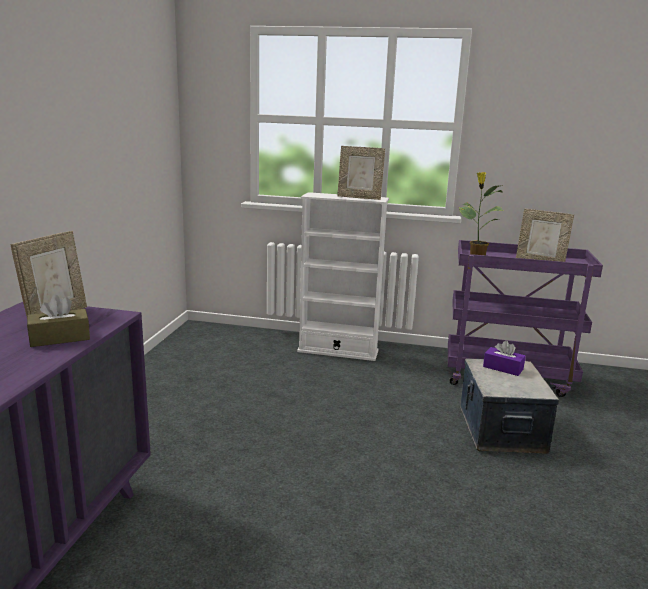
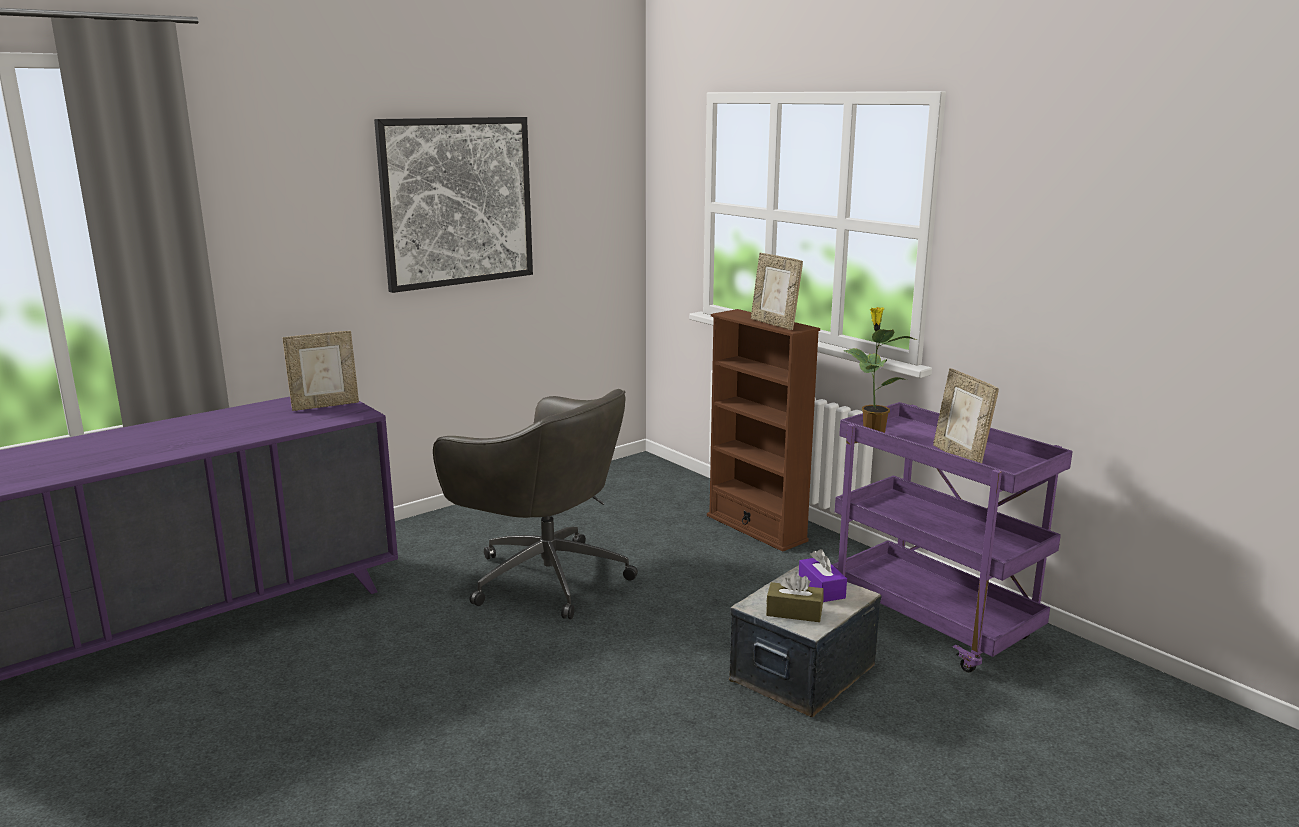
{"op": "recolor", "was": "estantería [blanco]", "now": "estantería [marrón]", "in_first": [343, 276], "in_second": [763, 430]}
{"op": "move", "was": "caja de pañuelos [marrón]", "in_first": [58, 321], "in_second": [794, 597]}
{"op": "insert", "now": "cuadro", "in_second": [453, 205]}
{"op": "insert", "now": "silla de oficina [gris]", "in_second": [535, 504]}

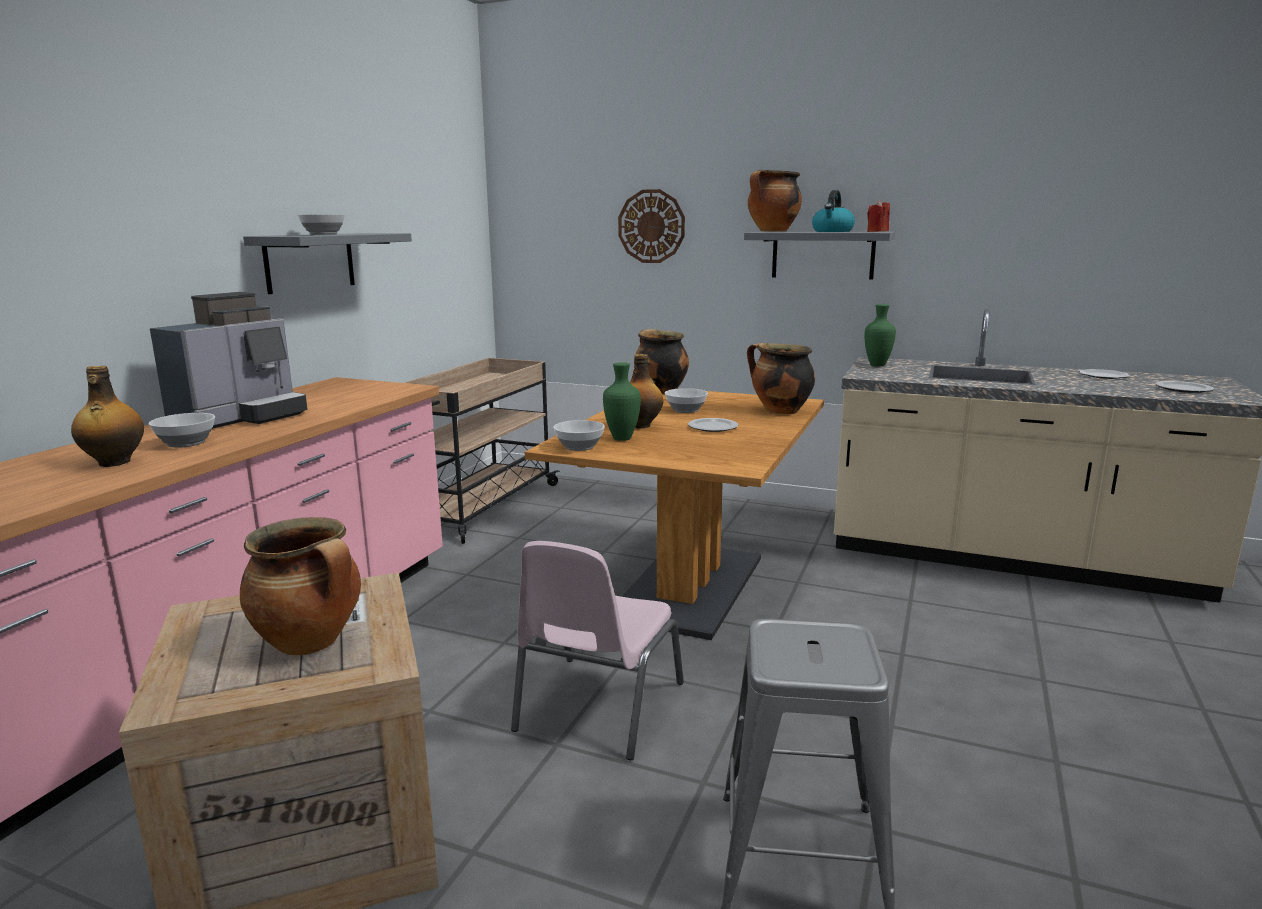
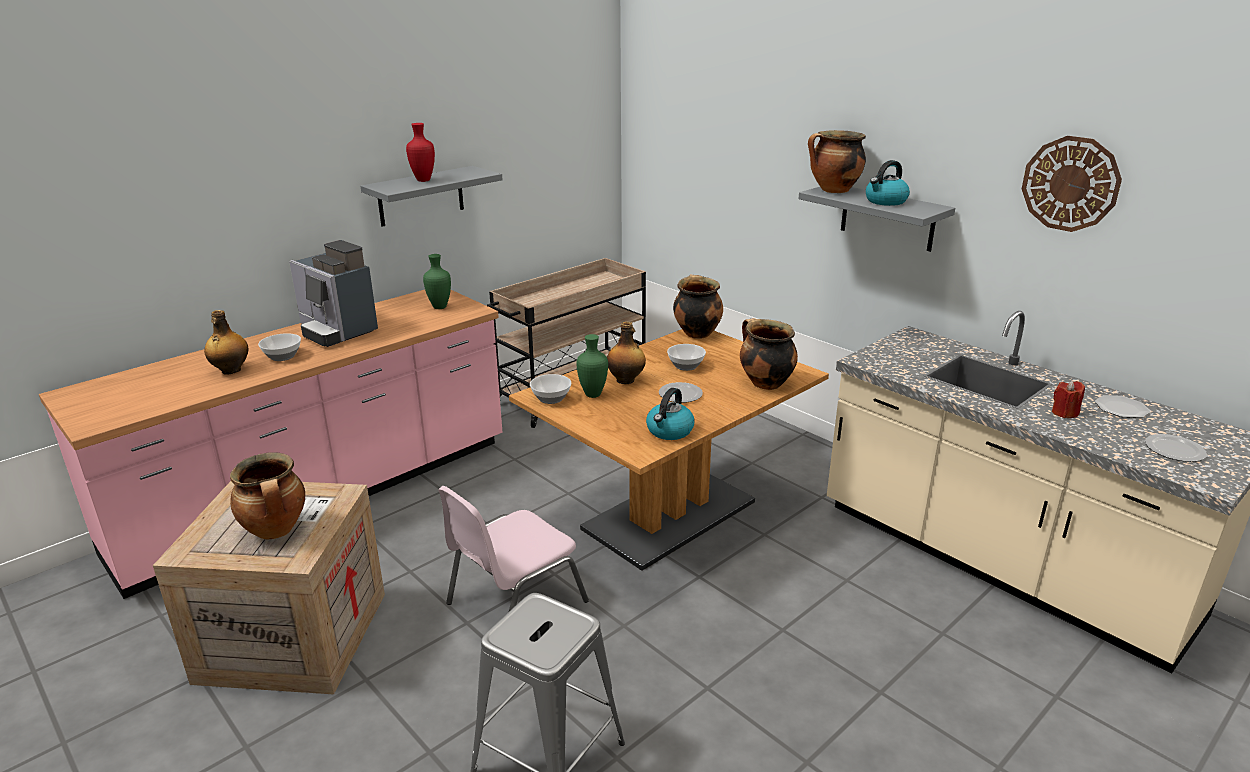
{"op": "move", "was": "reloj de pared", "in_first": [651, 226], "in_second": [1072, 184]}
{"op": "move", "was": "vela [rojo]", "in_first": [878, 216], "in_second": [1068, 399]}
{"op": "replace", "was": "cuenco", "now": "florero [rojo]", "in_first": [321, 224], "in_second": [420, 152]}
{"op": "rotate", "was": "cafetera", "in_first": [228, 360], "in_second": [333, 293], "clockwise": 75}
{"op": "move", "was": "florero [verde]", "in_first": [880, 335], "in_second": [437, 281]}
{"op": "insert", "now": "hervidor", "in_second": [670, 414]}

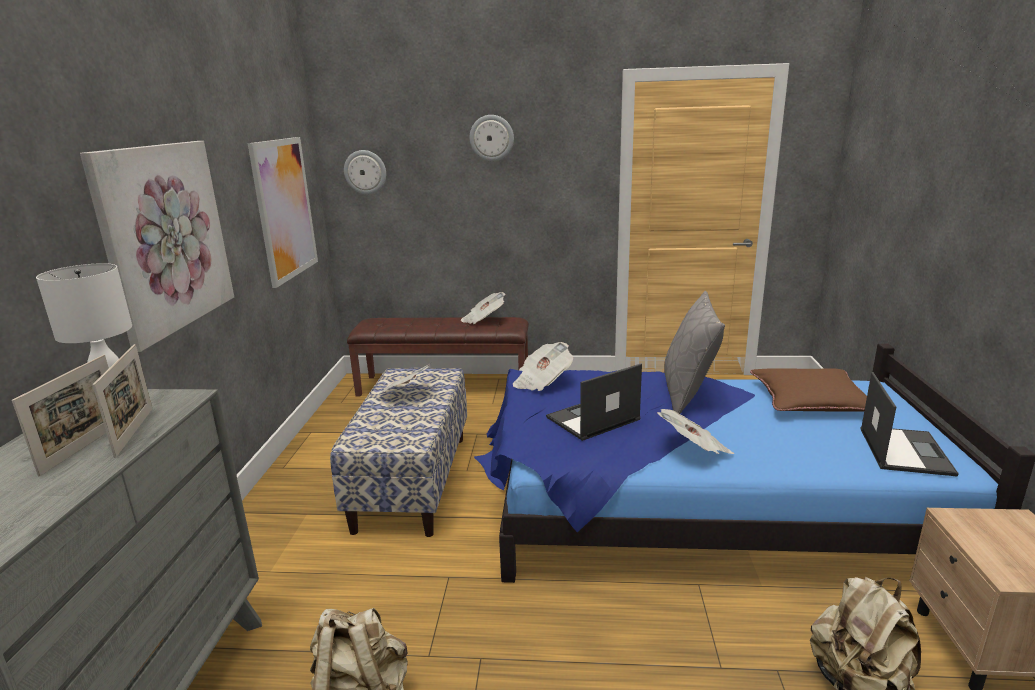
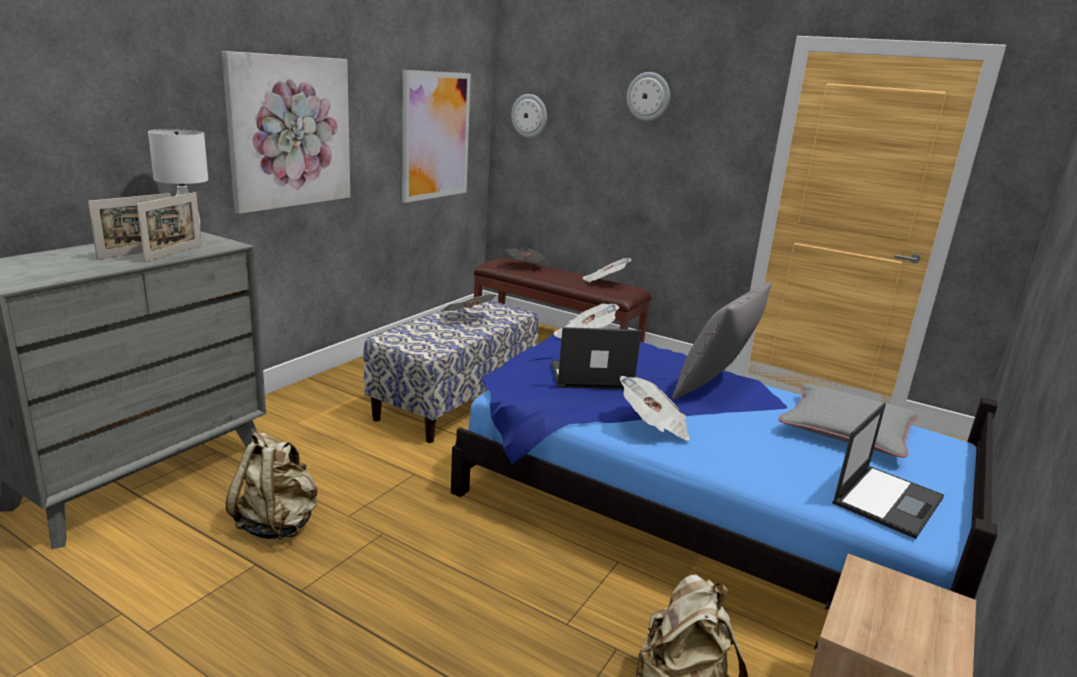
{"op": "recolor", "was": "cojín [marrón]", "now": "cojín [gris]", "in_first": [808, 390], "in_second": [848, 421]}
{"op": "insert", "now": "periódico", "in_second": [525, 255]}

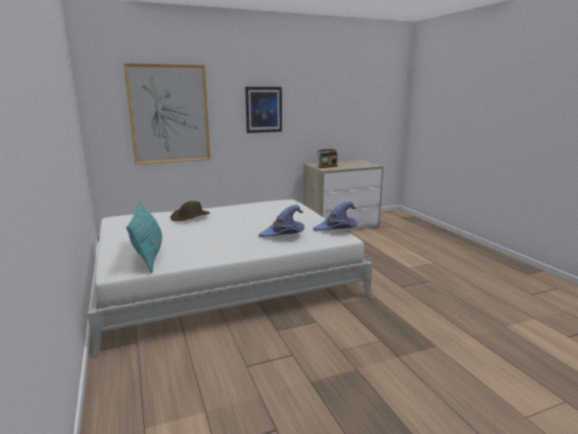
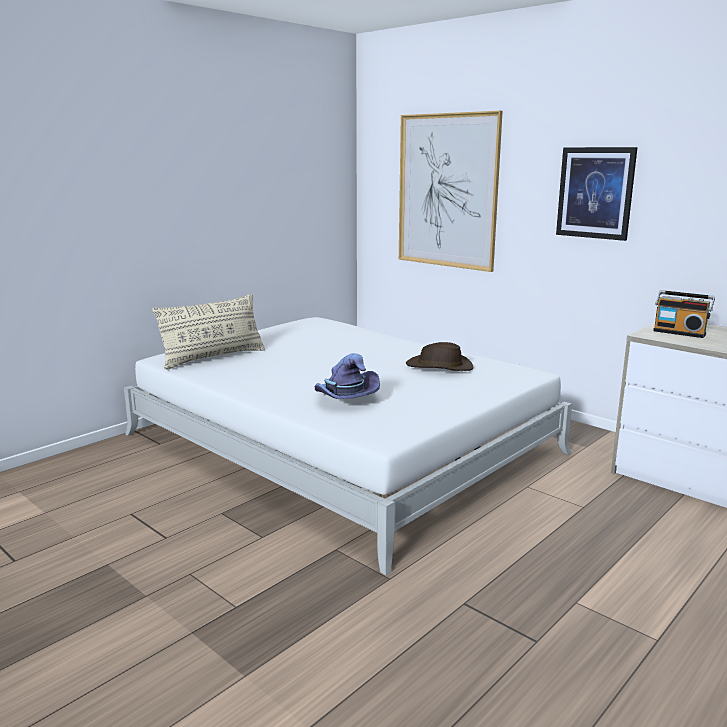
{"op": "recolor", "was": "cojín [turquesa]", "now": "cojín [beis]", "in_first": [144, 237], "in_second": [208, 332]}
{"op": "move", "was": "sombrero [marrón]", "in_first": [190, 211], "in_second": [440, 356]}
{"op": "delete", "was": "sombrero [morado]", "in_first": [335, 215]}

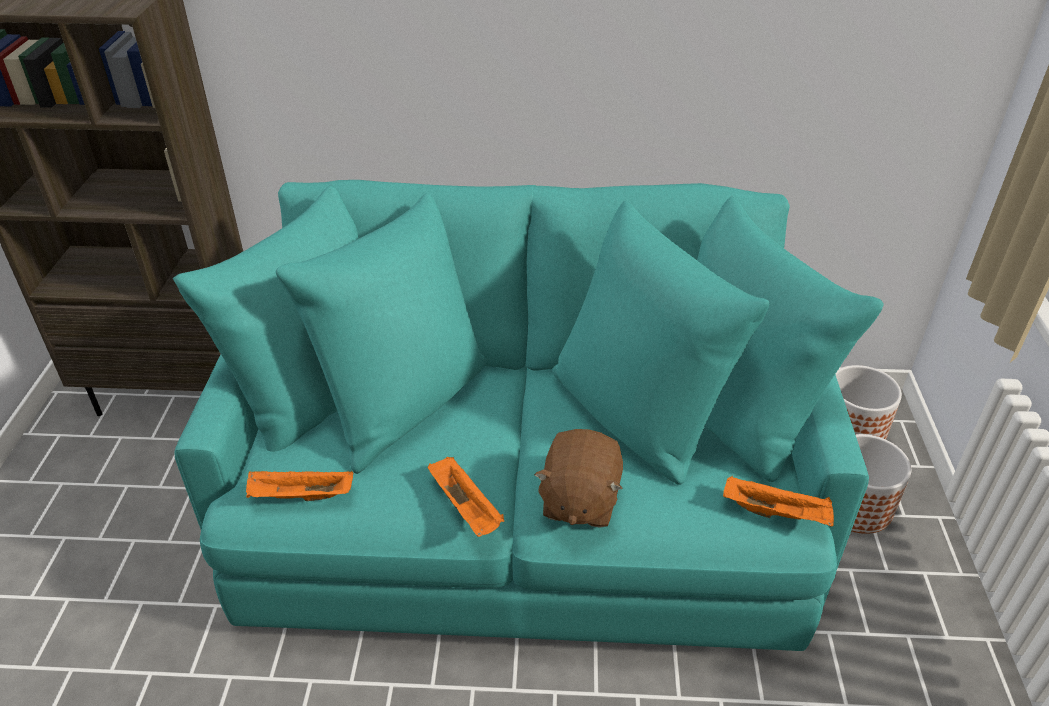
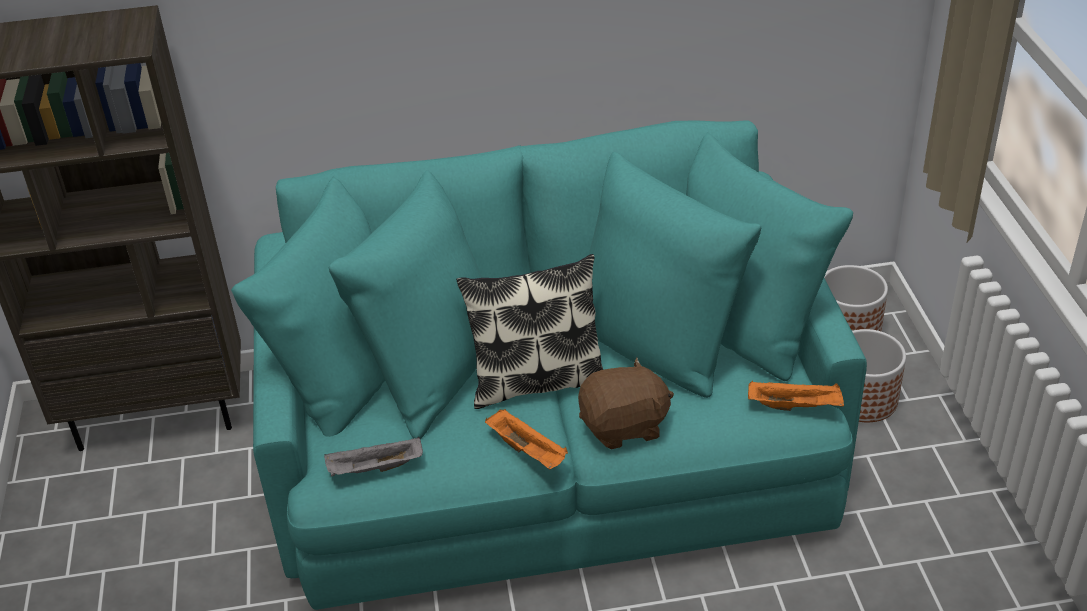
{"op": "rotate", "was": "peluche [marrón]", "in_first": [578, 478], "in_second": [626, 403], "clockwise": -105}
{"op": "recolor", "was": "bandeja [naranja]", "now": "bandeja [gris]", "in_first": [299, 485], "in_second": [373, 456]}
{"op": "insert", "now": "cojín", "in_second": [529, 331]}

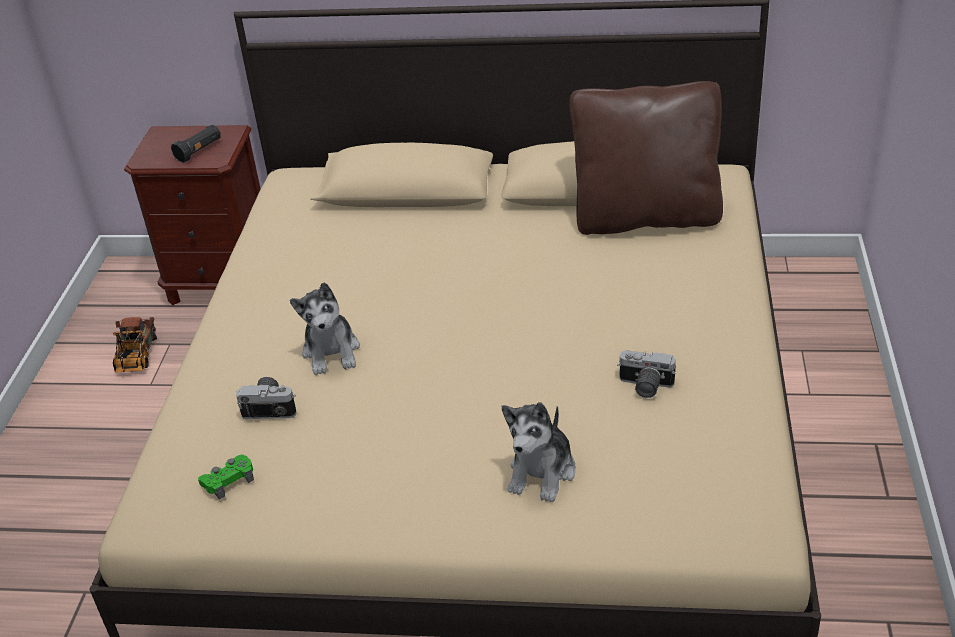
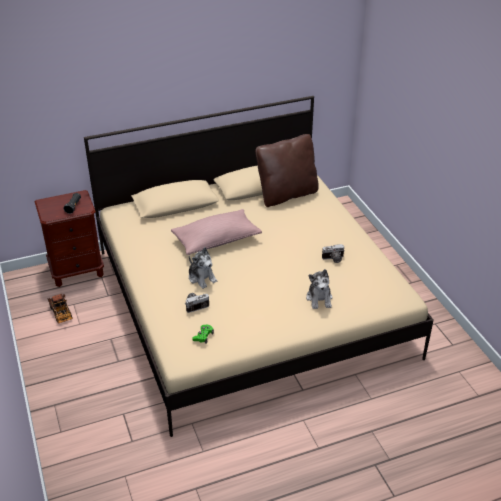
{"op": "insert", "now": "cojín [rosa]", "in_second": [216, 232]}

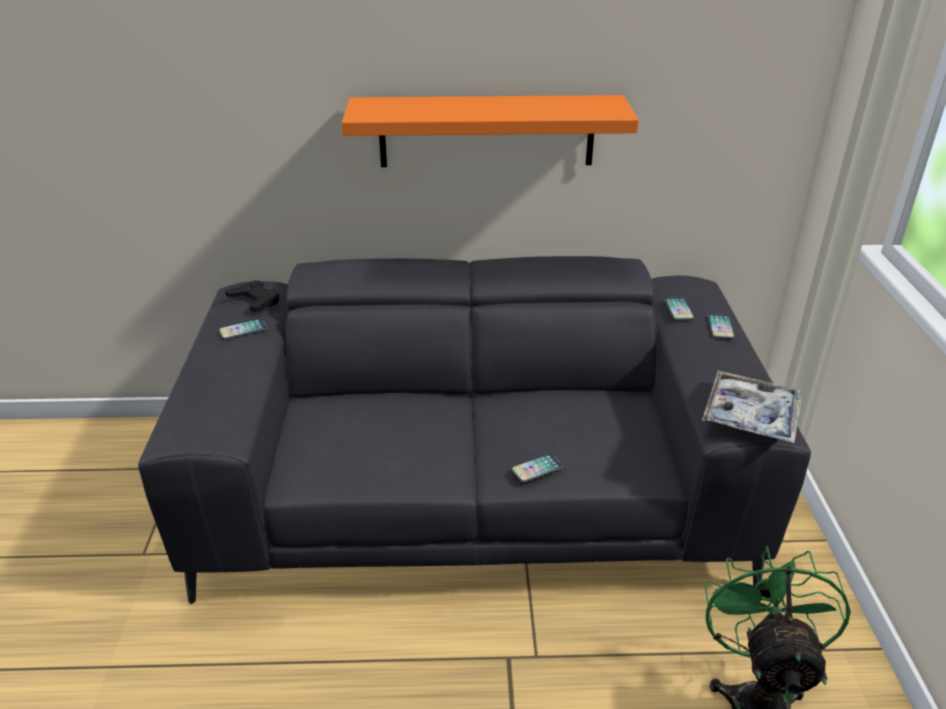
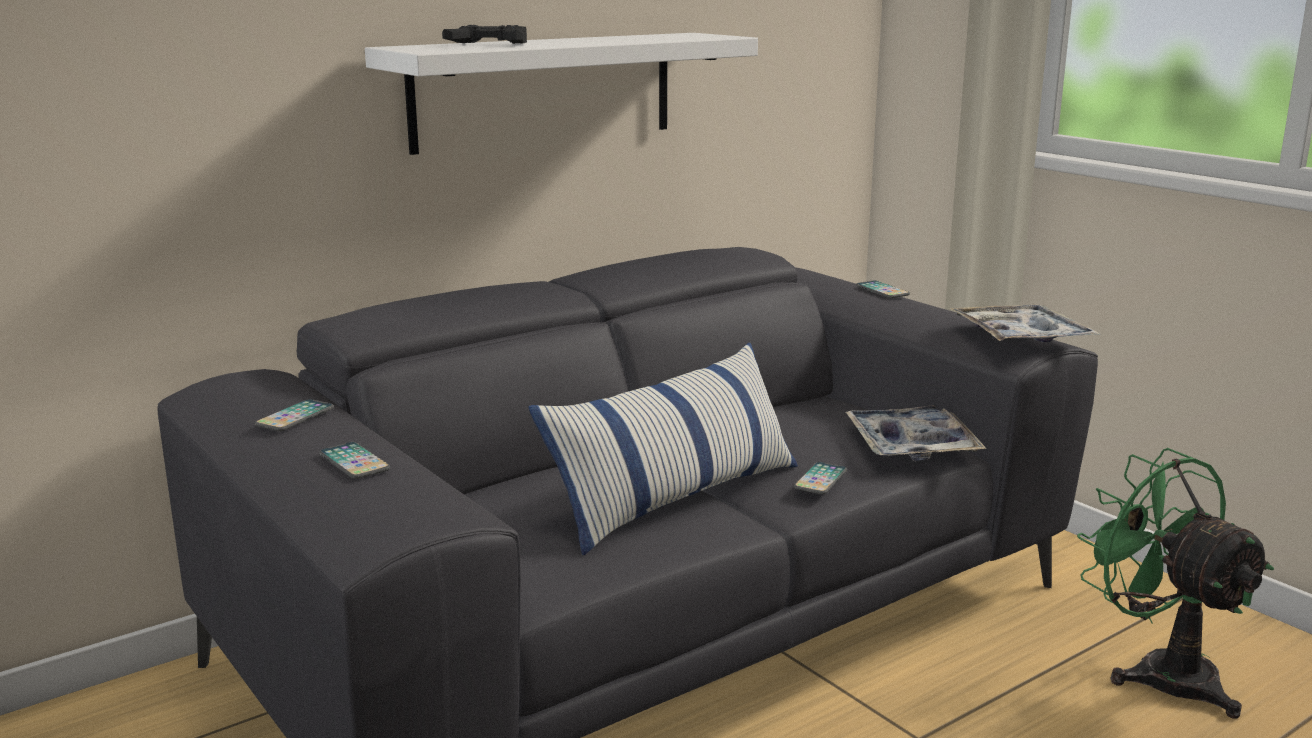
{"op": "recolor", "was": "estante [naranja]", "now": "estante [blanco]", "in_first": [490, 131], "in_second": [561, 94]}
{"op": "move", "was": "mando de consola [negro]", "in_first": [252, 296], "in_second": [484, 34]}
{"op": "move", "was": "móvil", "in_first": [679, 308], "in_second": [354, 460]}
{"op": "insert", "now": "cojín", "in_second": [663, 449]}
{"op": "insert", "now": "bandeja", "in_second": [916, 433]}

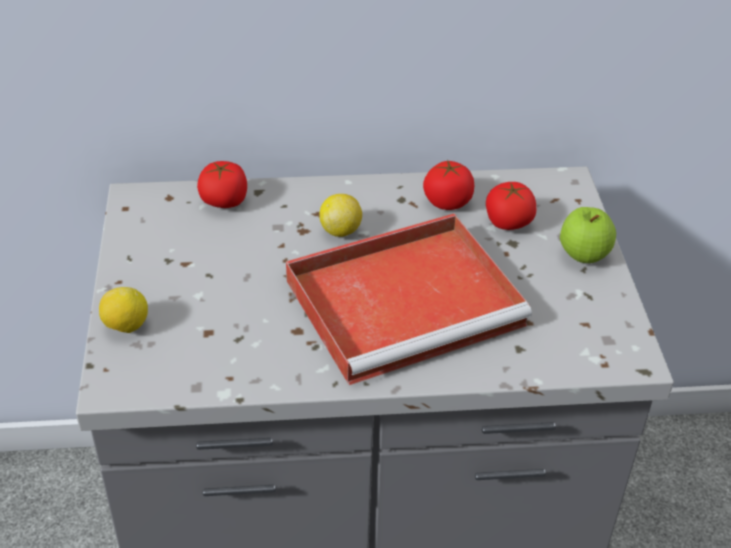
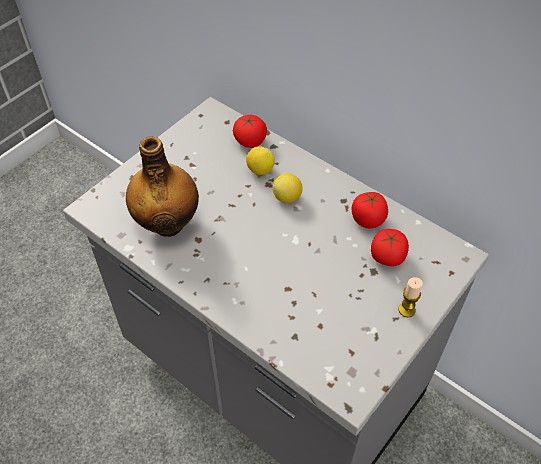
{"op": "replace", "was": "manzana", "now": "vela", "in_first": [588, 235], "in_second": [410, 297]}
{"op": "delete", "was": "bandeja [rojo]", "in_first": [409, 299]}
{"op": "move", "was": "limón", "in_first": [123, 310], "in_second": [260, 160]}
{"op": "insert", "now": "botella", "in_second": [162, 186]}

